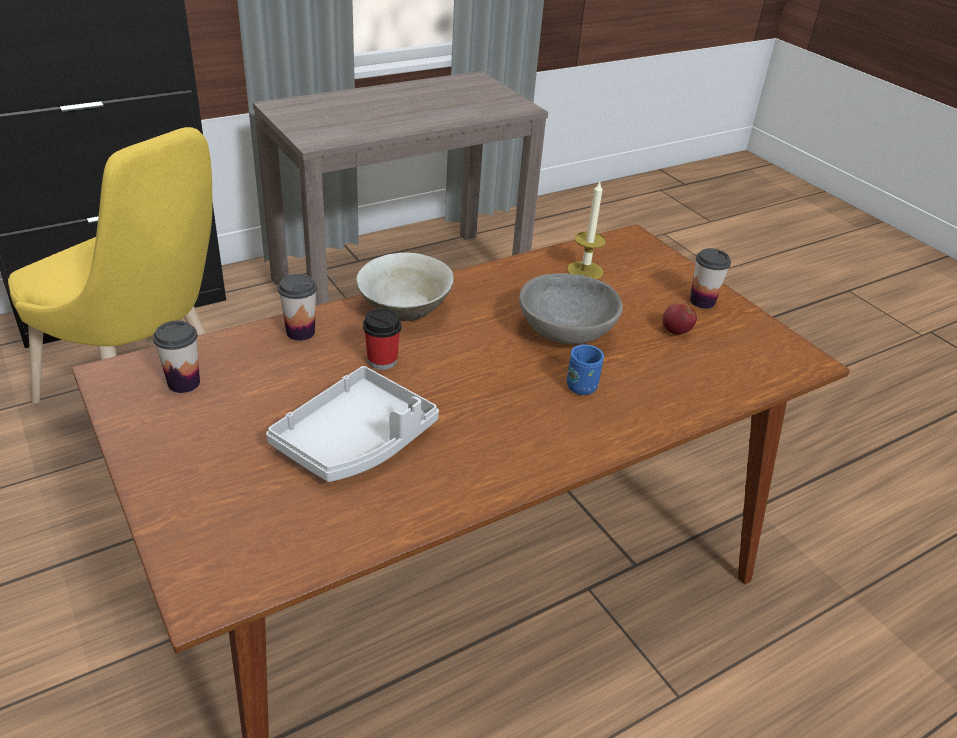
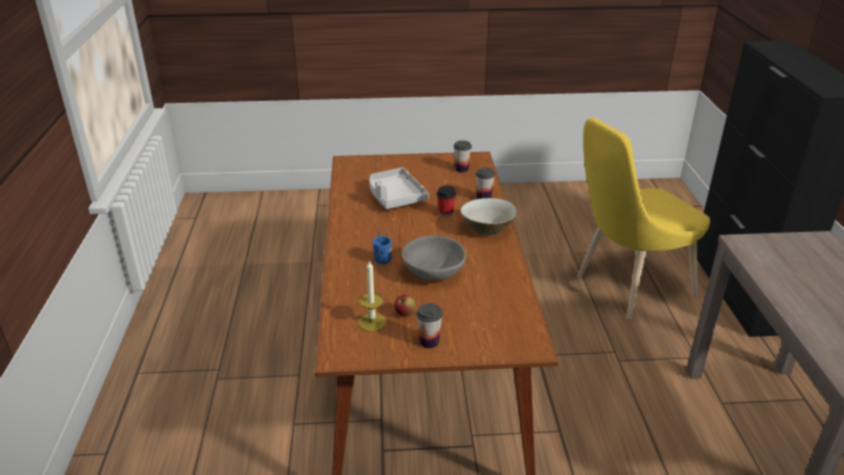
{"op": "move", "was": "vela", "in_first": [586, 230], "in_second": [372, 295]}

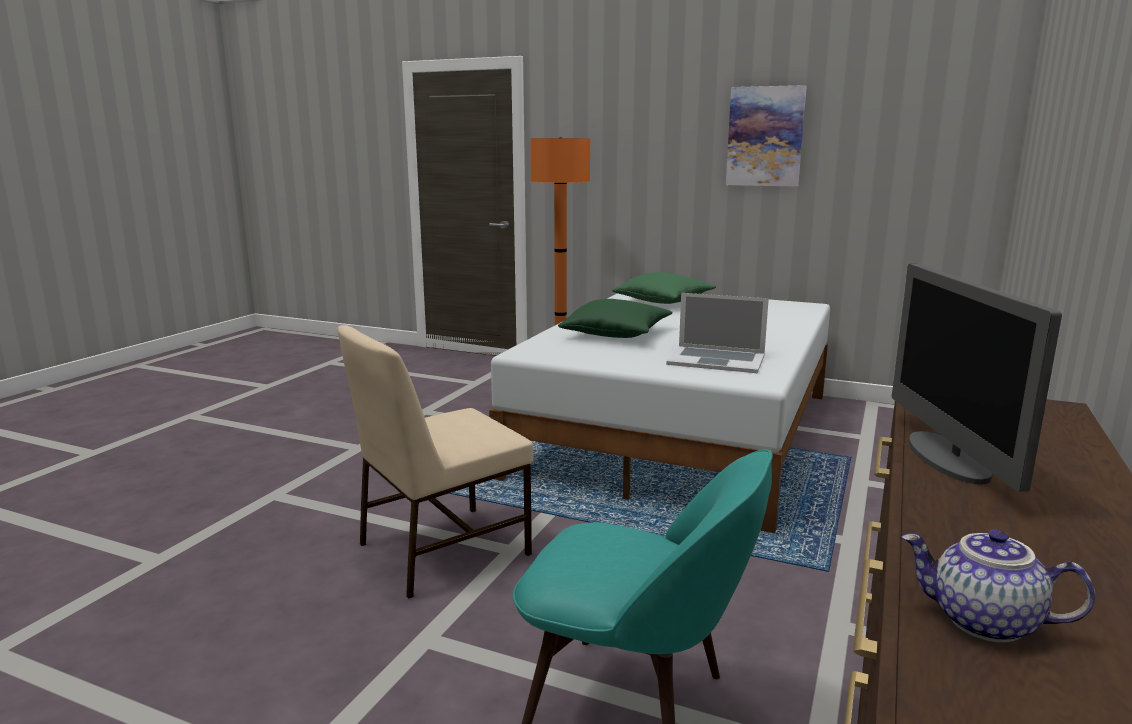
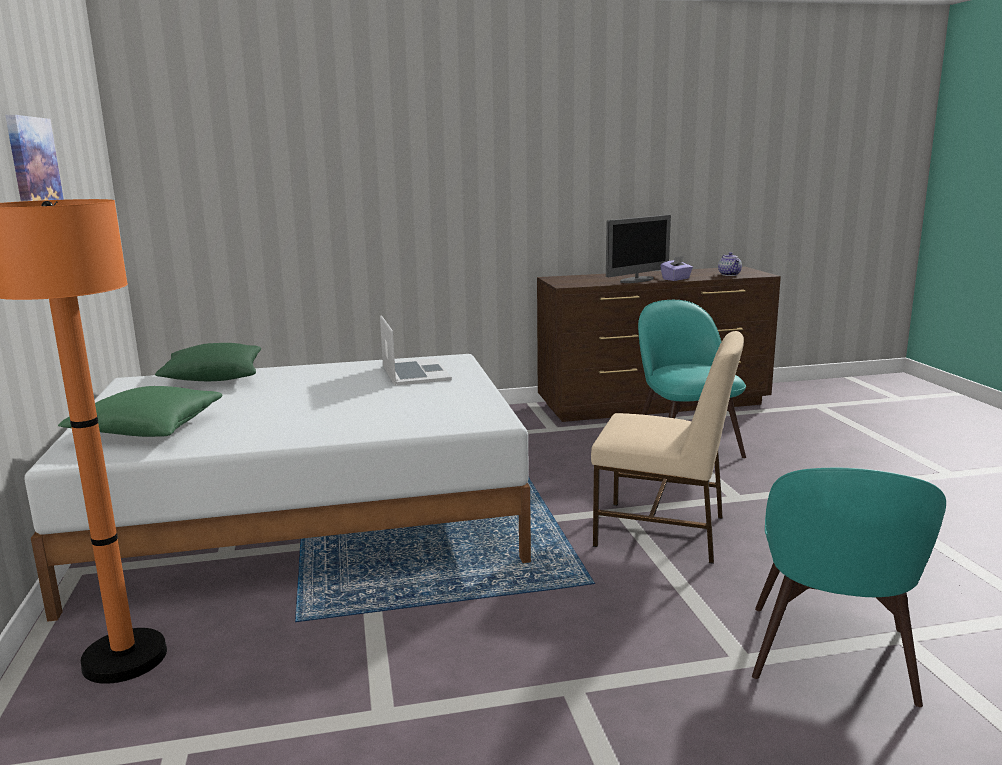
{"op": "move", "was": "cojín [verde]", "in_first": [615, 318], "in_second": [208, 362]}
{"op": "insert", "now": "caja de pañuelos [morado]", "in_second": [676, 268]}
{"op": "insert", "now": "silla [turquesa]", "in_second": [849, 587]}

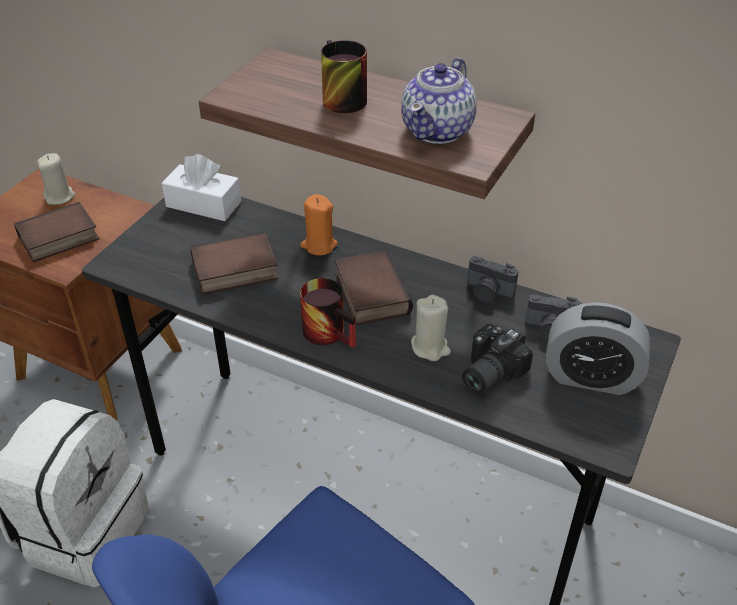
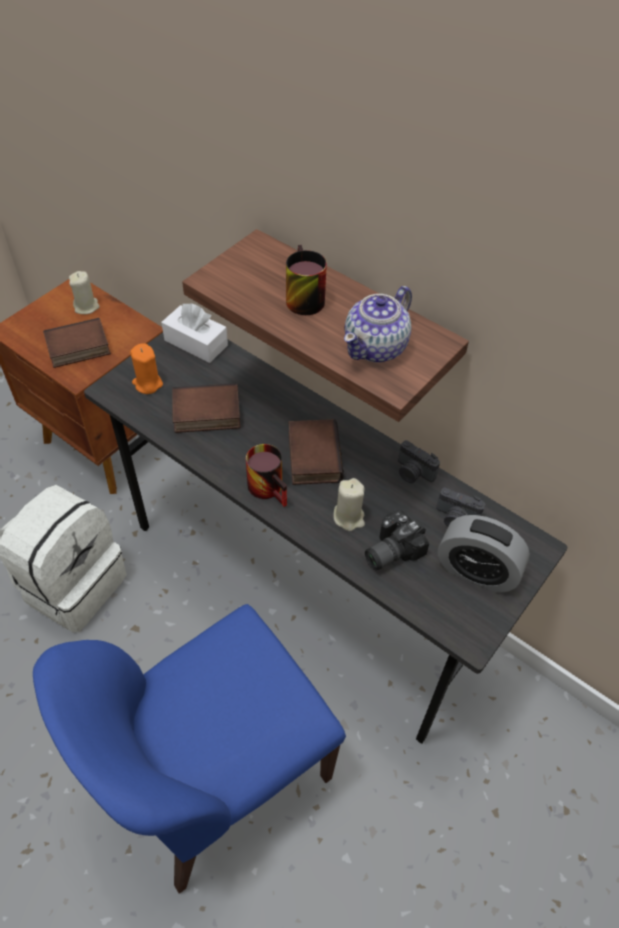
{"op": "move", "was": "vela [naranja]", "in_first": [319, 224], "in_second": [146, 368]}

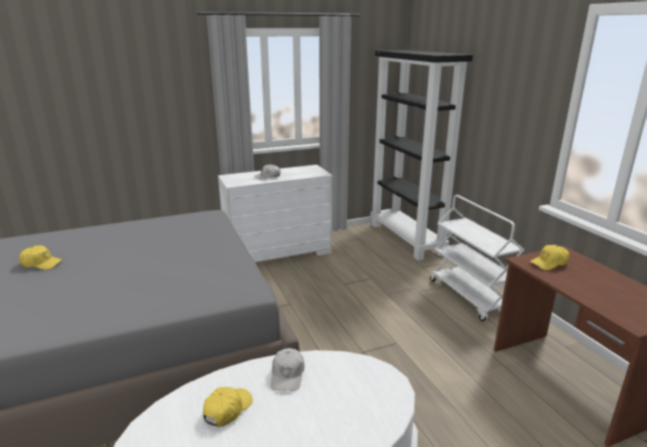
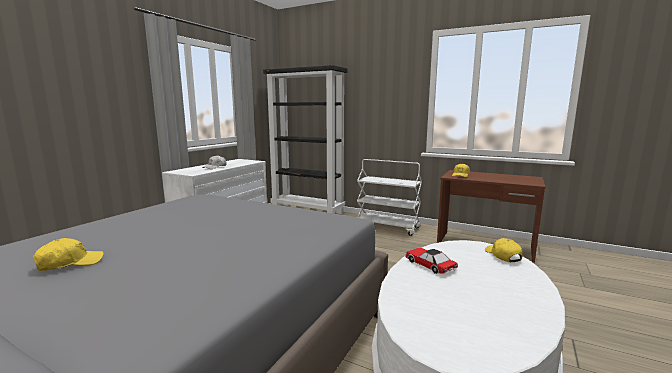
{"op": "replace", "was": "gorra [blanco]", "now": "coche de juguete", "in_first": [288, 369], "in_second": [431, 260]}
{"op": "move", "was": "gorra [amarillo]", "in_first": [228, 407], "in_second": [504, 250]}

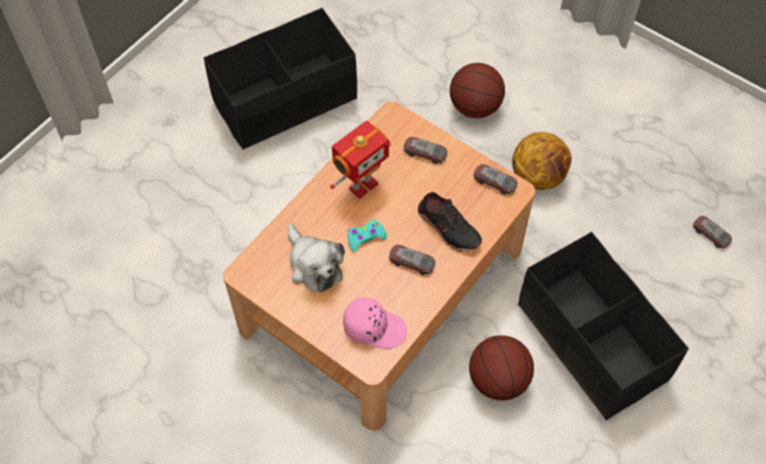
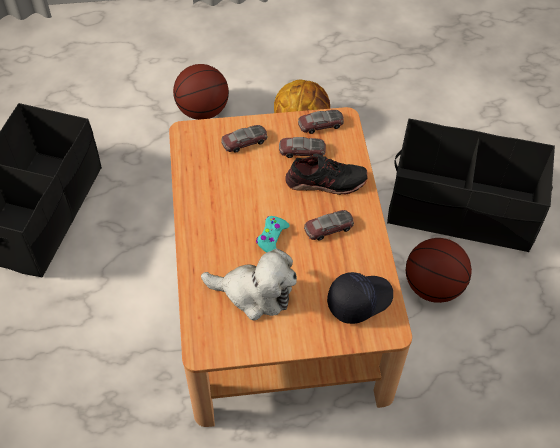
{"op": "delete", "was": "robot de juguete", "in_first": [360, 159]}
{"op": "move", "was": "coche de juguete", "in_first": [712, 232], "in_second": [302, 147]}
{"op": "recolor", "was": "gorra [rosa]", "now": "gorra [negro]", "in_first": [375, 323], "in_second": [360, 298]}

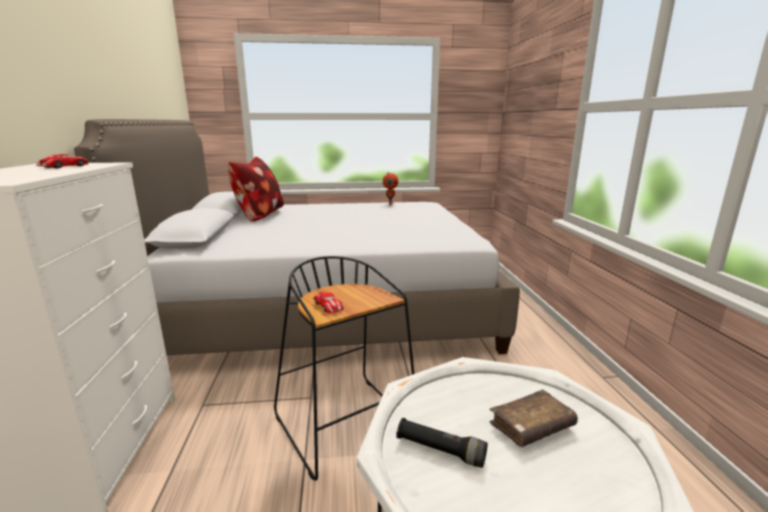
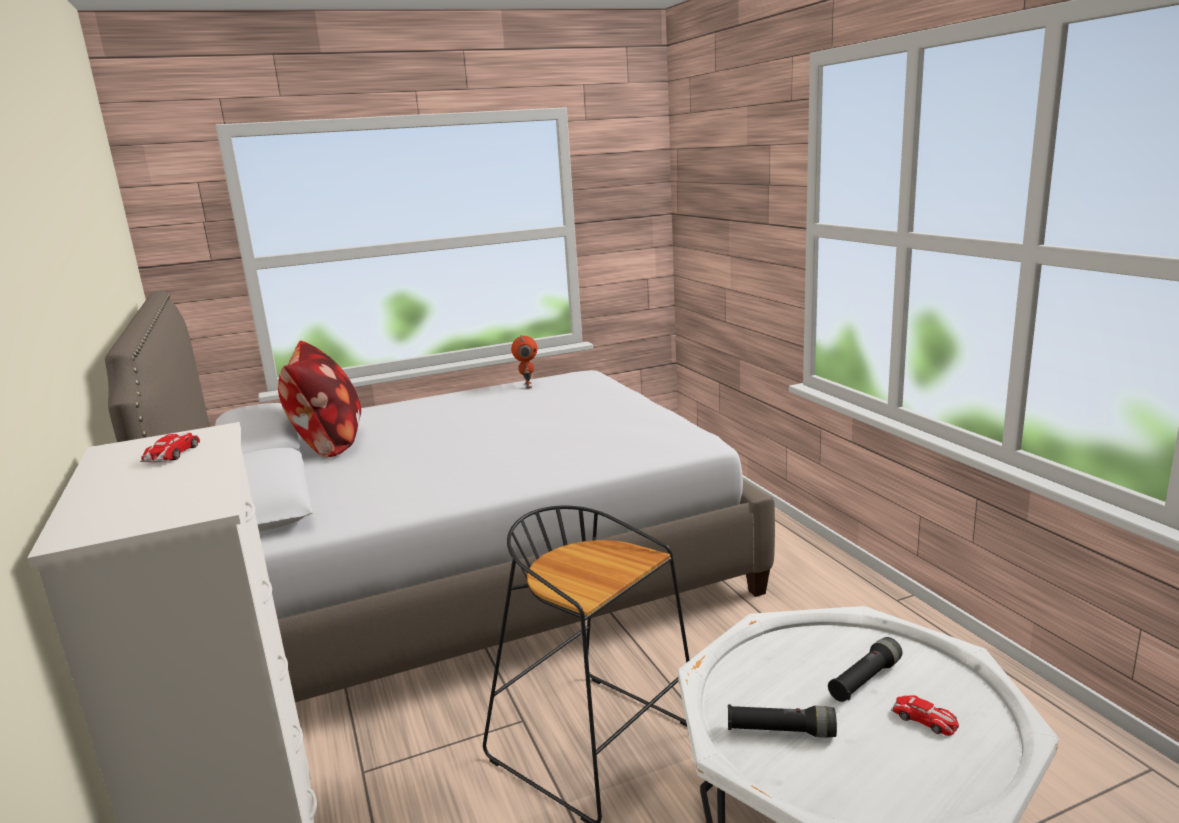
{"op": "move", "was": "coche de juguete", "in_first": [328, 302], "in_second": [925, 715]}
{"op": "replace", "was": "libro [marrón]", "now": "linterna [negro]", "in_first": [534, 418], "in_second": [865, 669]}

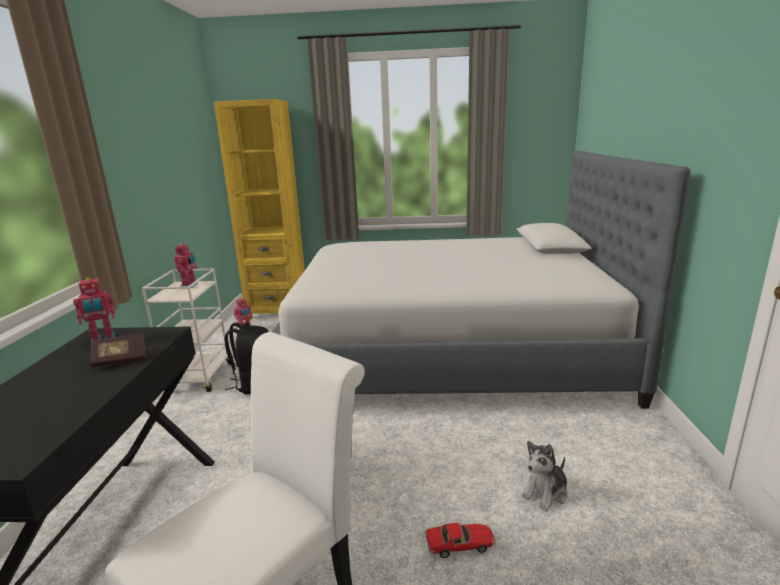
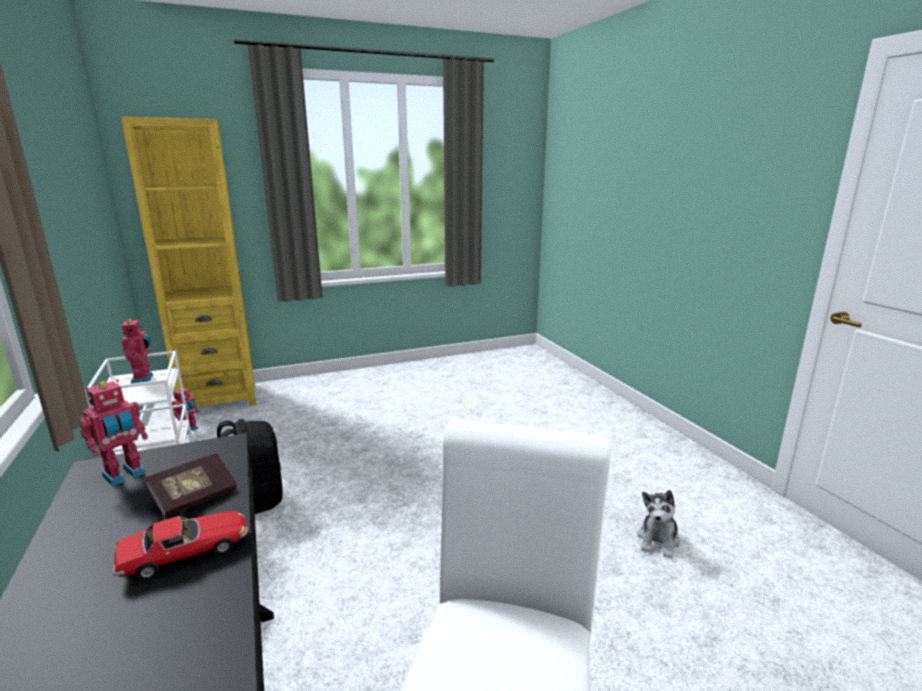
{"op": "delete", "was": "cama", "in_first": [481, 280]}
{"op": "move", "was": "coche de juguete", "in_first": [460, 540], "in_second": [180, 545]}

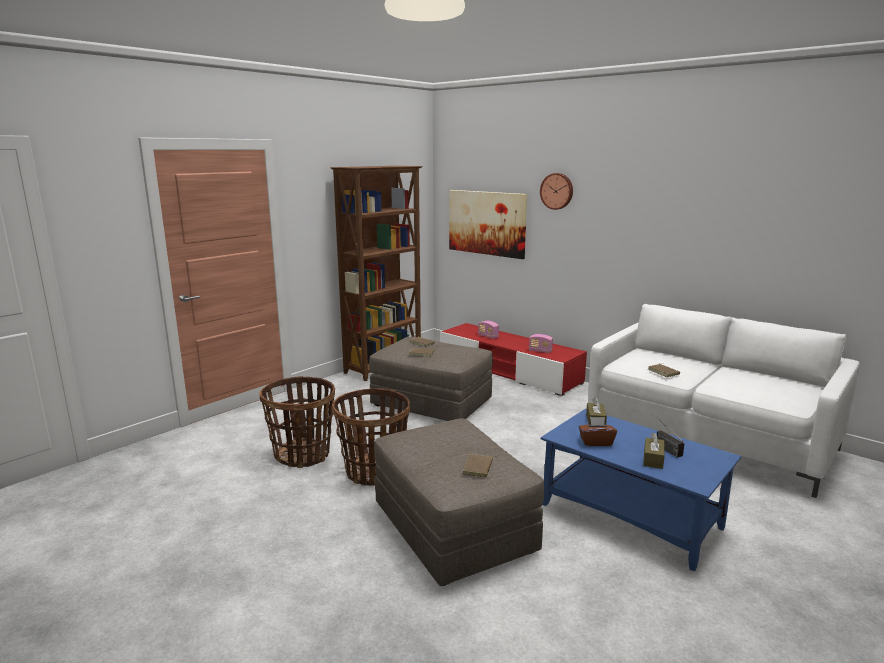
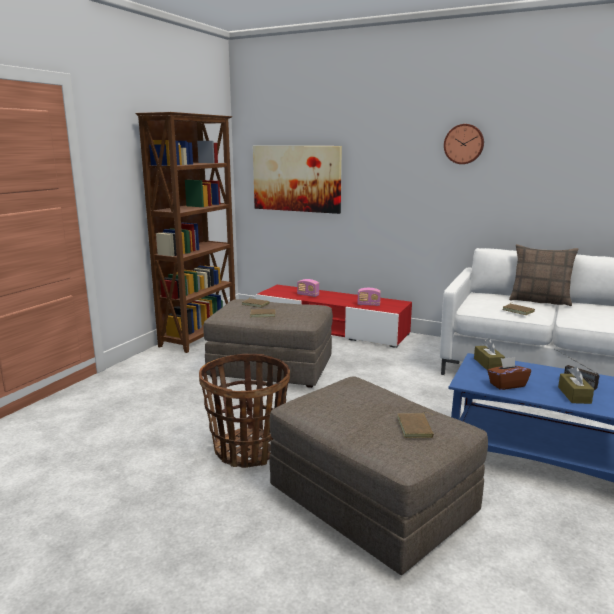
{"op": "move", "was": "reloj de pared", "in_first": [556, 191], "in_second": [464, 144]}
{"op": "delete", "was": "cesta", "in_first": [297, 422]}
{"op": "insert", "now": "cojín", "in_second": [543, 275]}

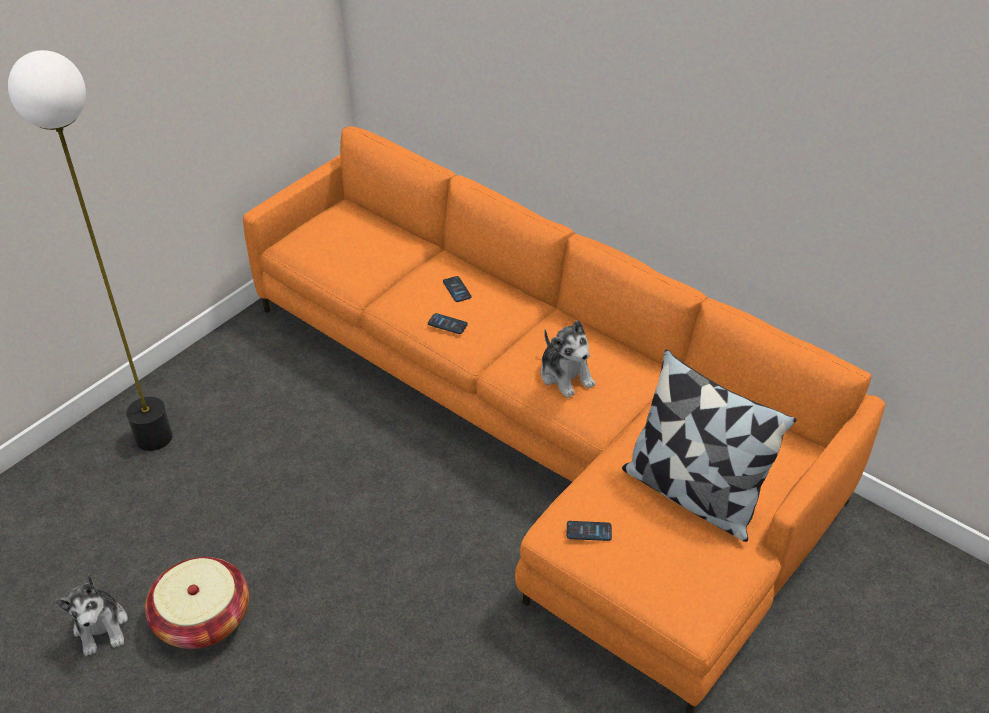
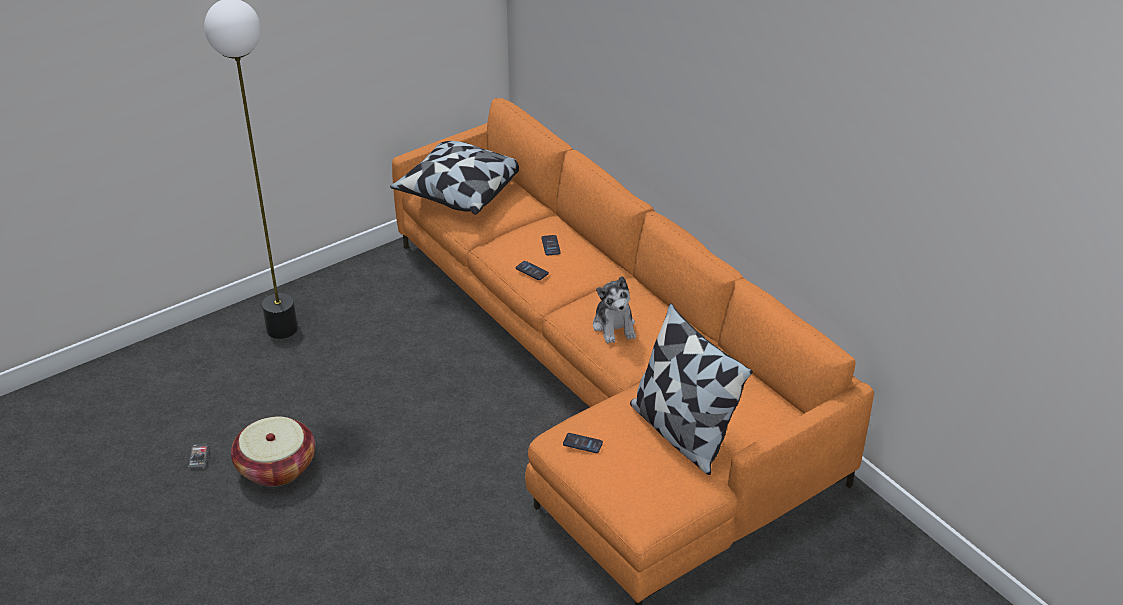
{"op": "replace", "was": "peluche", "now": "móvil", "in_first": [91, 615], "in_second": [198, 456]}
{"op": "insert", "now": "cojín", "in_second": [454, 178]}

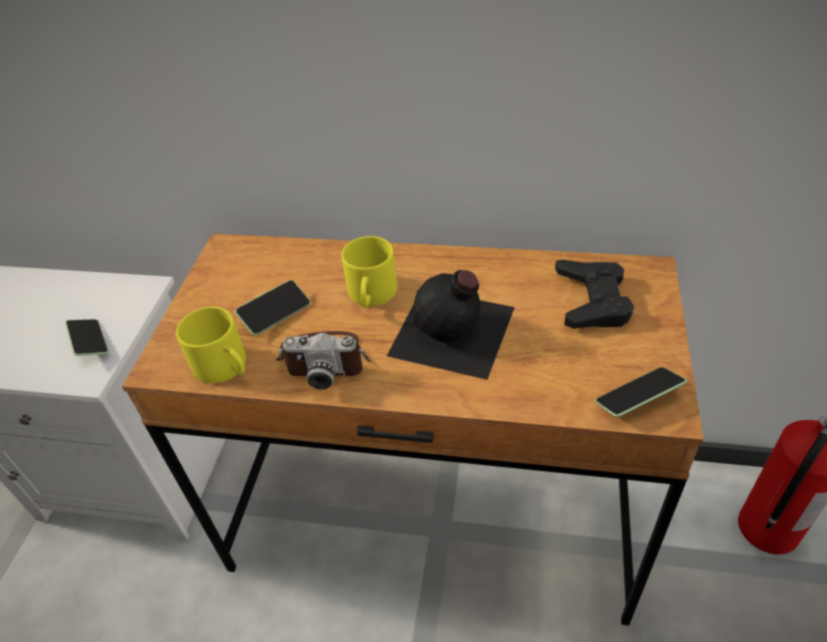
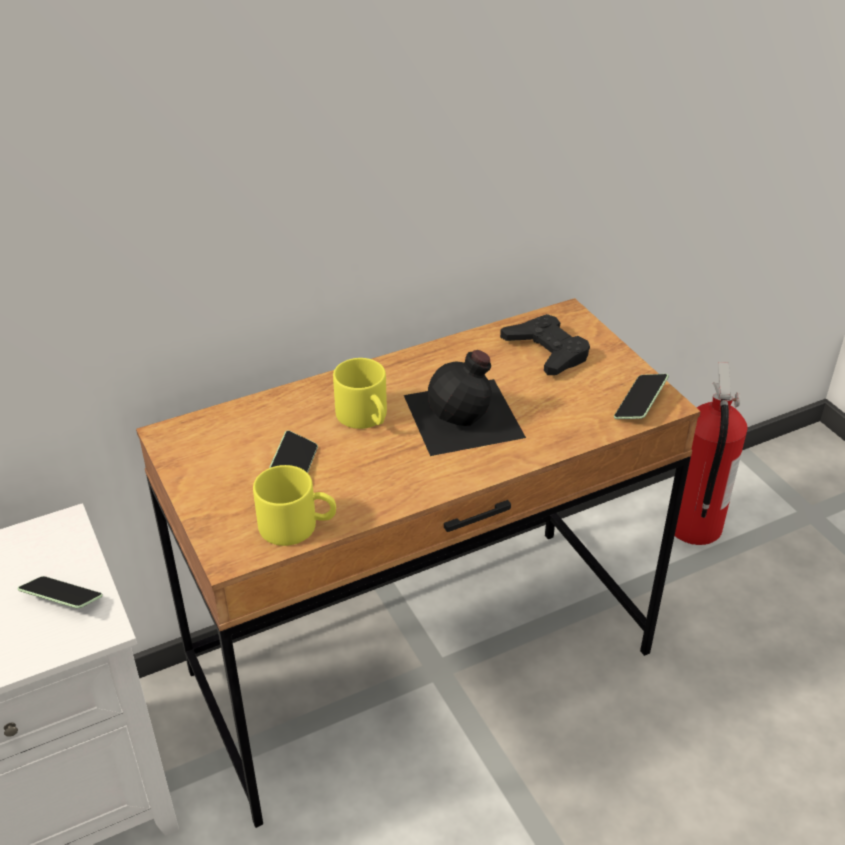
{"op": "delete", "was": "cámara", "in_first": [323, 360]}

